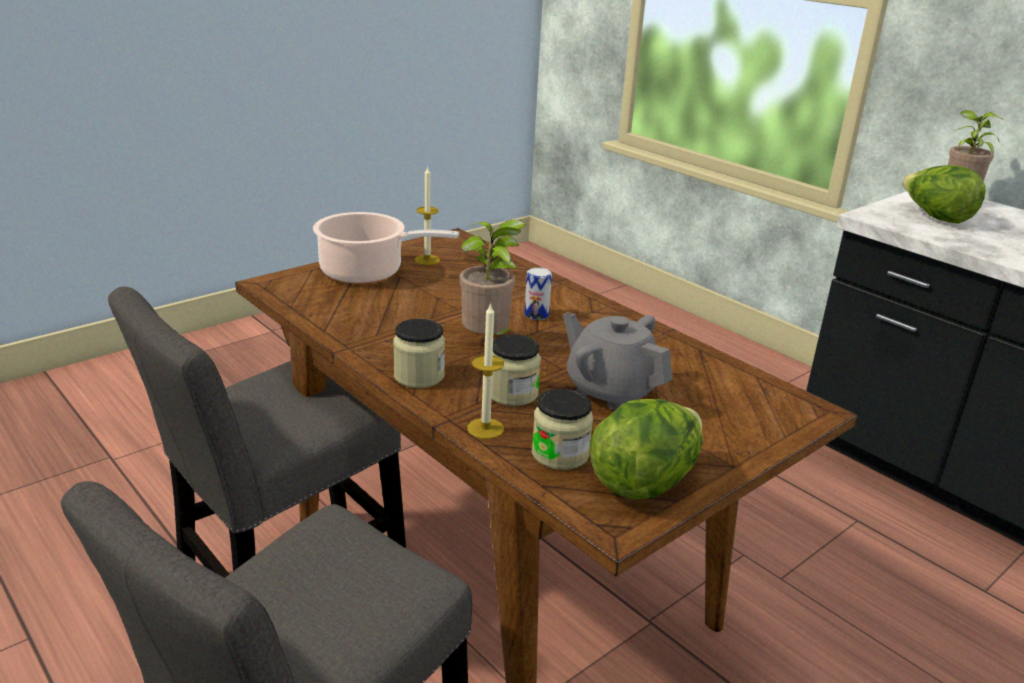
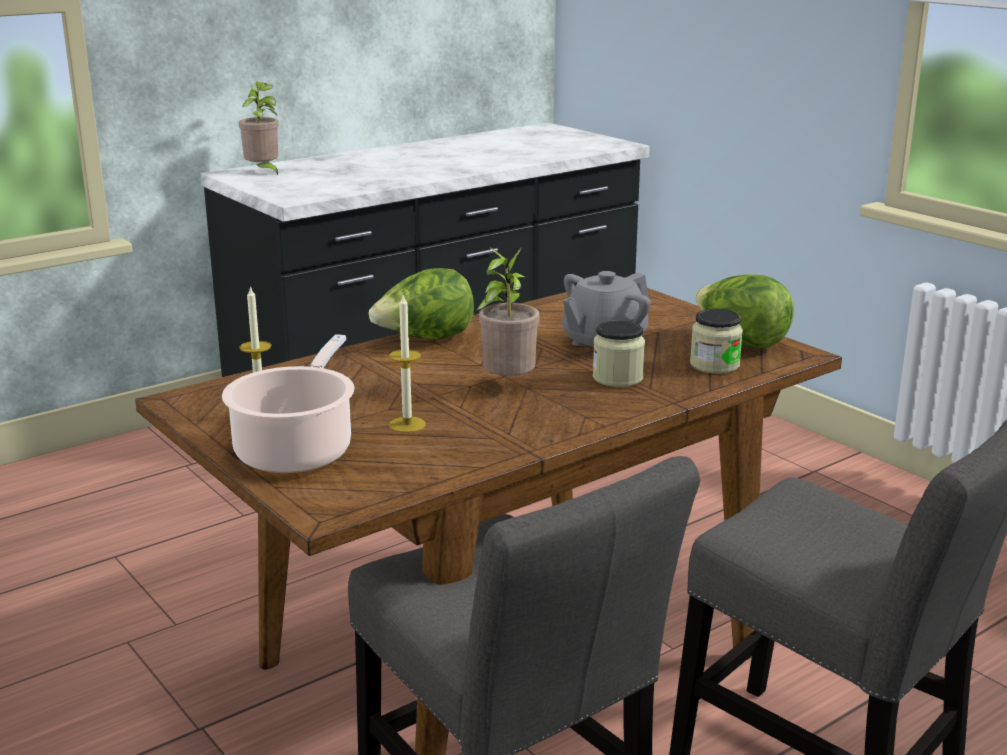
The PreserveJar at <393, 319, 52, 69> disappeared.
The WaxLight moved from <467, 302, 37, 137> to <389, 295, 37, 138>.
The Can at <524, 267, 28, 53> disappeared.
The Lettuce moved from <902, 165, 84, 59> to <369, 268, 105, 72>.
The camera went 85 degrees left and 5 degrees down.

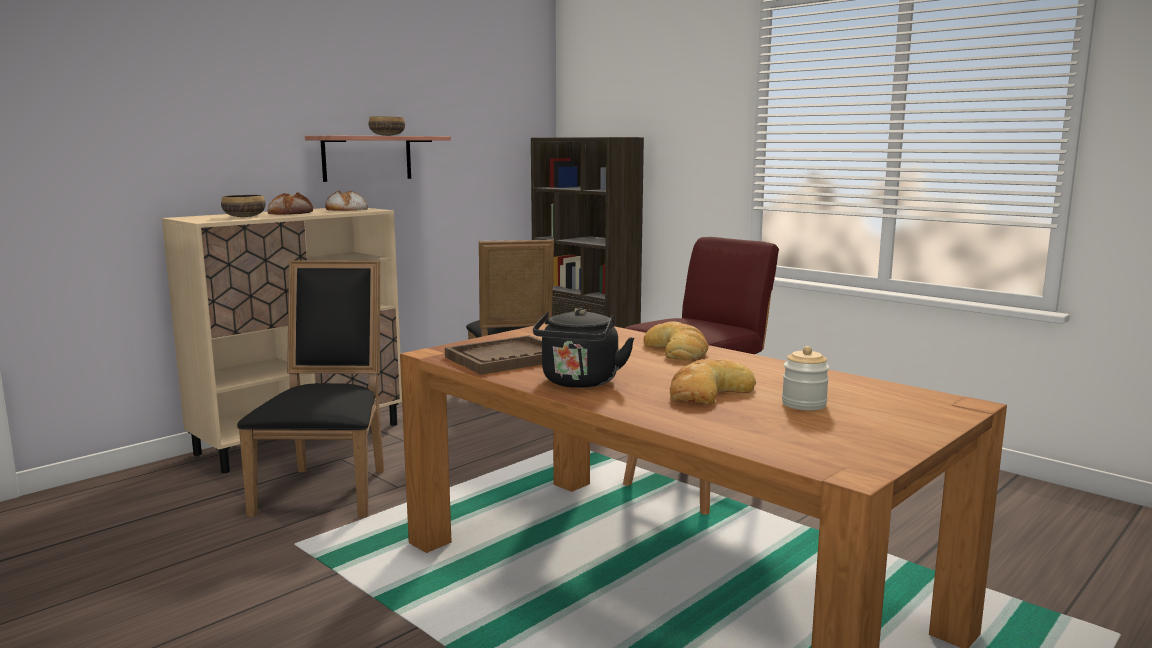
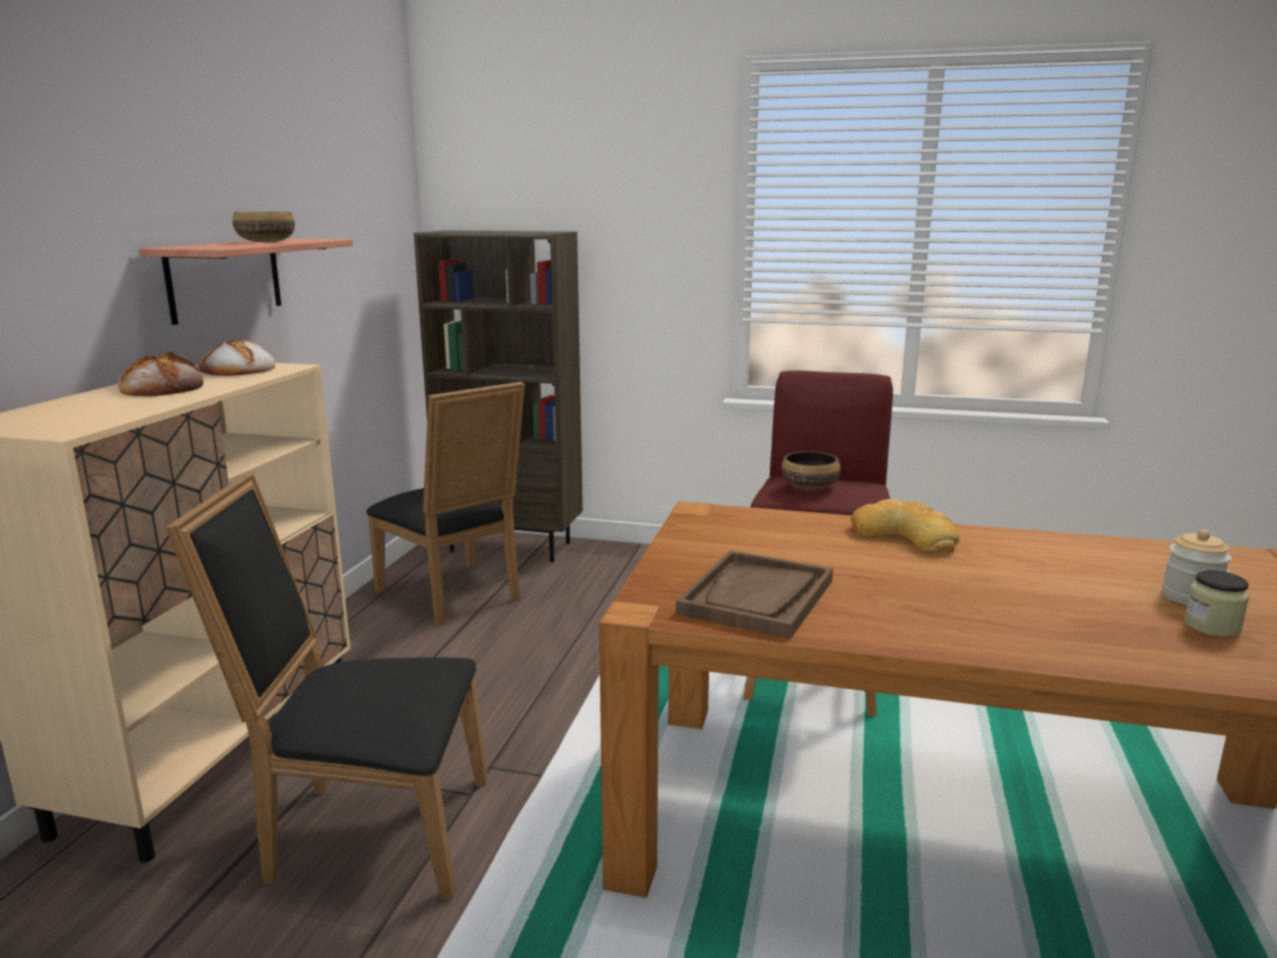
The DeepDish moved from <221, 195, 45, 22> to <782, 451, 58, 38>.
The BlackColouredUprightChair at <237, 260, 147, 258> turned 60 degrees counterclockwise.
The BlackColouredWaterKettle at <533, 308, 101, 80> disappeared.
The BakedBread at <670, 359, 86, 46> disappeared.
The PreserveJar at <1184, 570, 65, 67> appeared.
The camera went 30 degrees left and 5 degrees up.

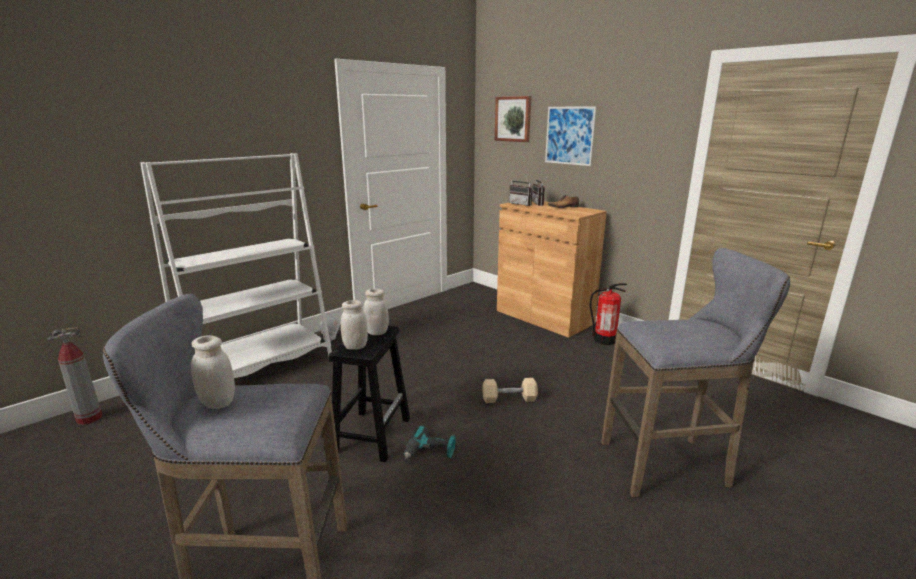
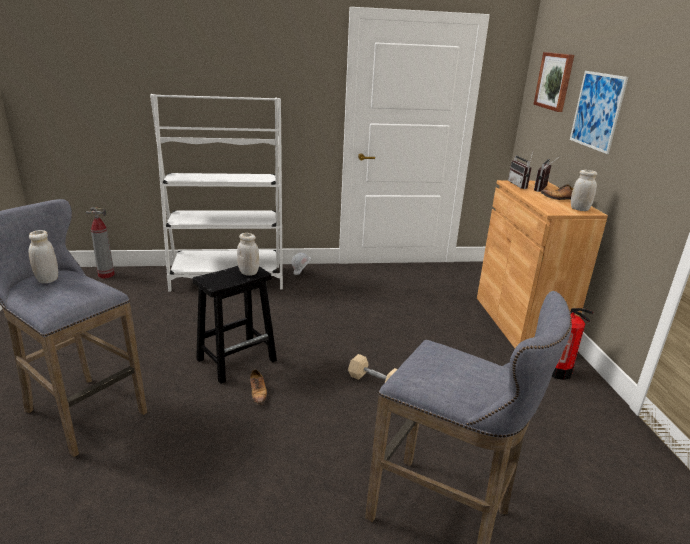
The WhitishPreserveJar moved from <341, 300, 27, 50> to <571, 170, 26, 41>.
The PowerDrill at <404, 425, 52, 34> was replaced by the LowShoe at <250, 369, 17, 36>.
The camera went 35 degrees right and 5 degrees up.

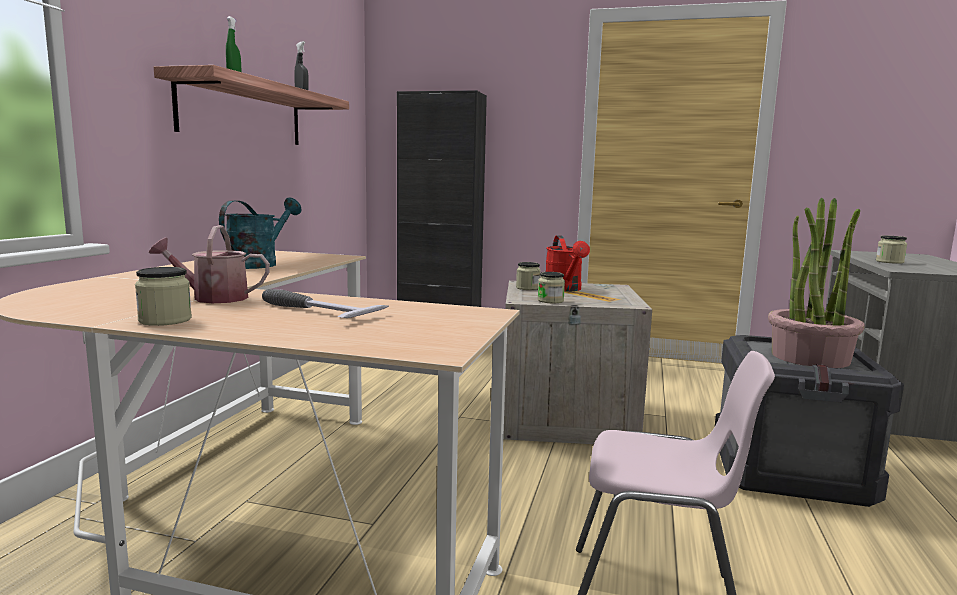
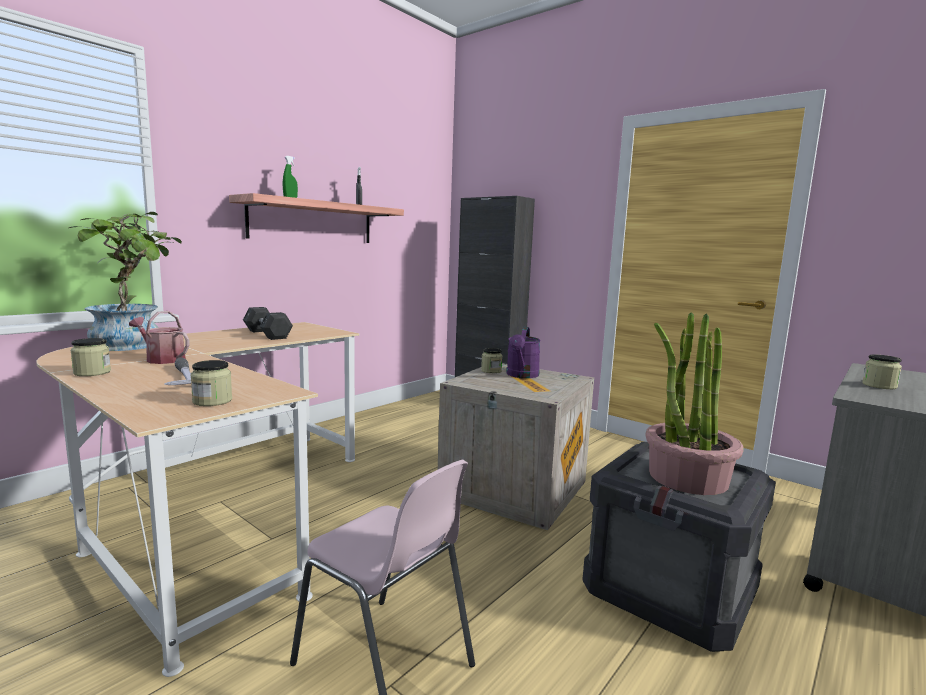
The TurquoiseSprinklingCan at <219, 197, 83, 72> was replaced by the GreyishHandWeight at <243, 307, 50, 33>.
The PreserveJar moved from <538, 272, 27, 31> to <190, 360, 42, 46>.
The RedSprinklingCan at <546, 235, 44, 57> became the PurpleColouredSprinklingCan at <507, 327, 34, 51>.
The PlantInAPot at <69, 212, 113, 139> appeared.
The camera went 25 degrees right and 0 degrees up.

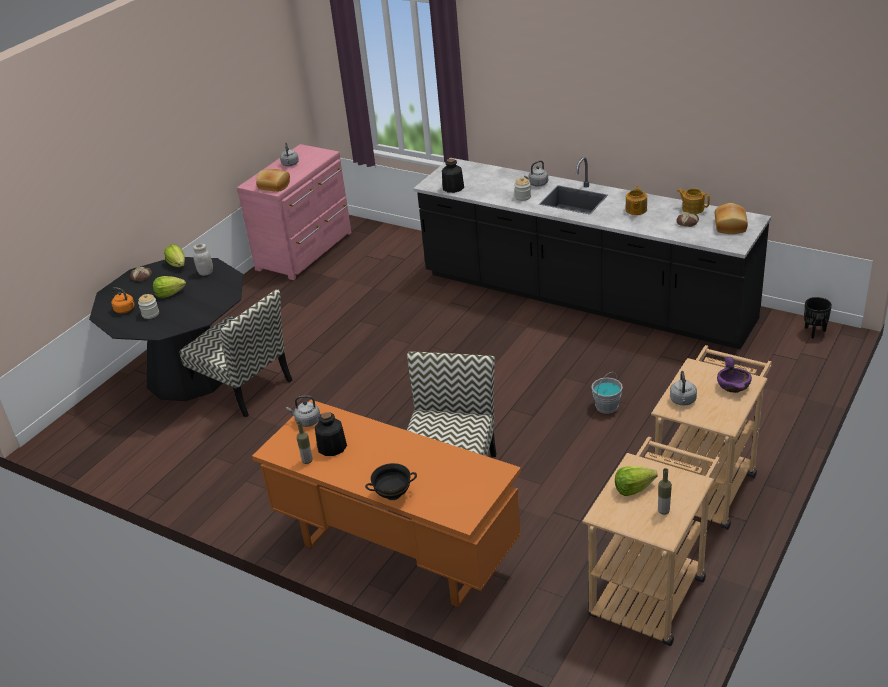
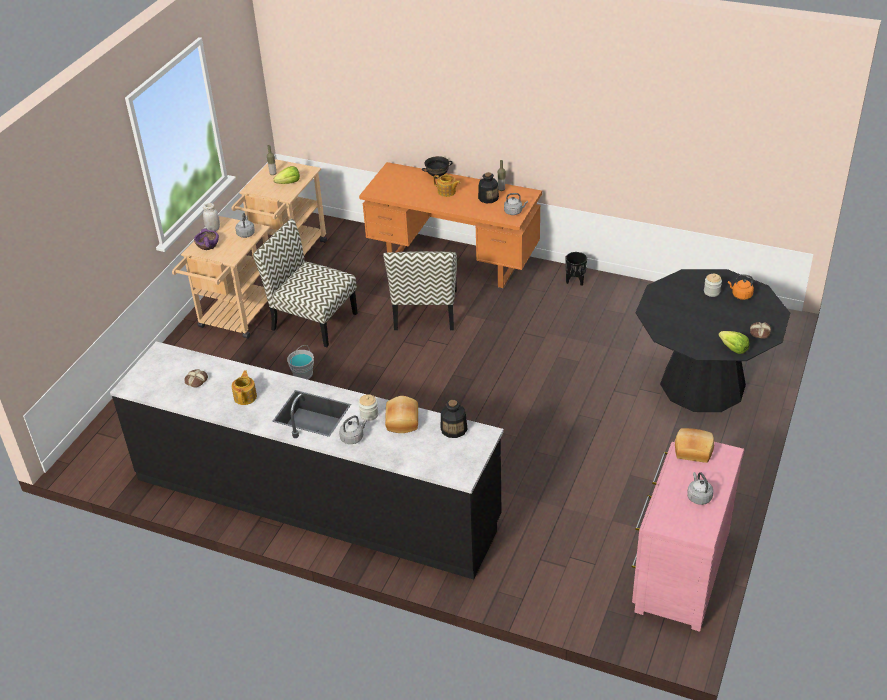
The Lettuce at <153, 276, 33, 22> disappeared.
The UprightChair moved from <180, 289, 113, 128> to <253, 219, 104, 128>.
The WhitishPreserveJar moved from <193, 244, 20, 32> to <203, 203, 17, 28>.
The Teapot moved from <677, 188, 33, 26> to <433, 175, 27, 22>.
The BakedBread moved from <715, 203, 33, 31> to <385, 396, 33, 37>.
The BlackColouredPlantPot moved from <804, 297, 28, 42> to <565, 252, 22, 34>.
The camera went 170 degrees right and 5 degrees up.

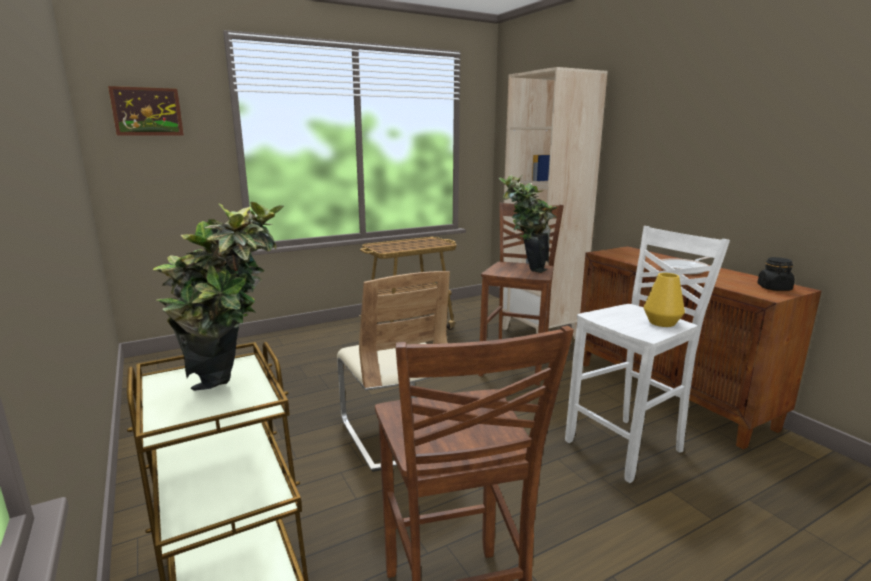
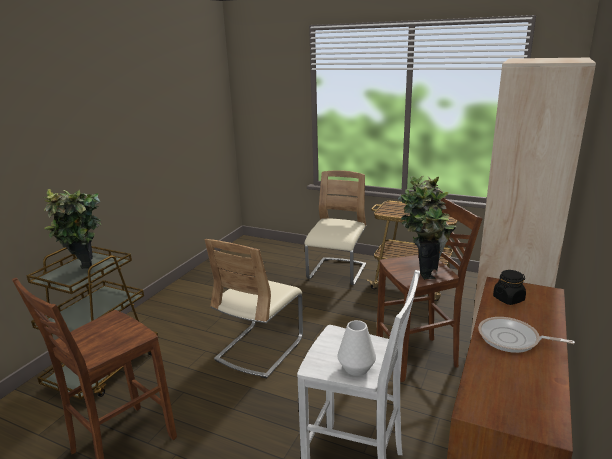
The WallArt at <108, 86, 76, 50> disappeared.
The YellowDecorativeVase at <644, 273, 41, 54> became the WhitishDecorativeVase at <338, 320, 38, 56>.
The BlackColouredPreserveJar moved from <757, 257, 38, 34> to <493, 270, 33, 35>.
The BeigeUprightChair at <305, 170, 61, 115> appeared.
The camera went 55 degrees right and 5 degrees up.

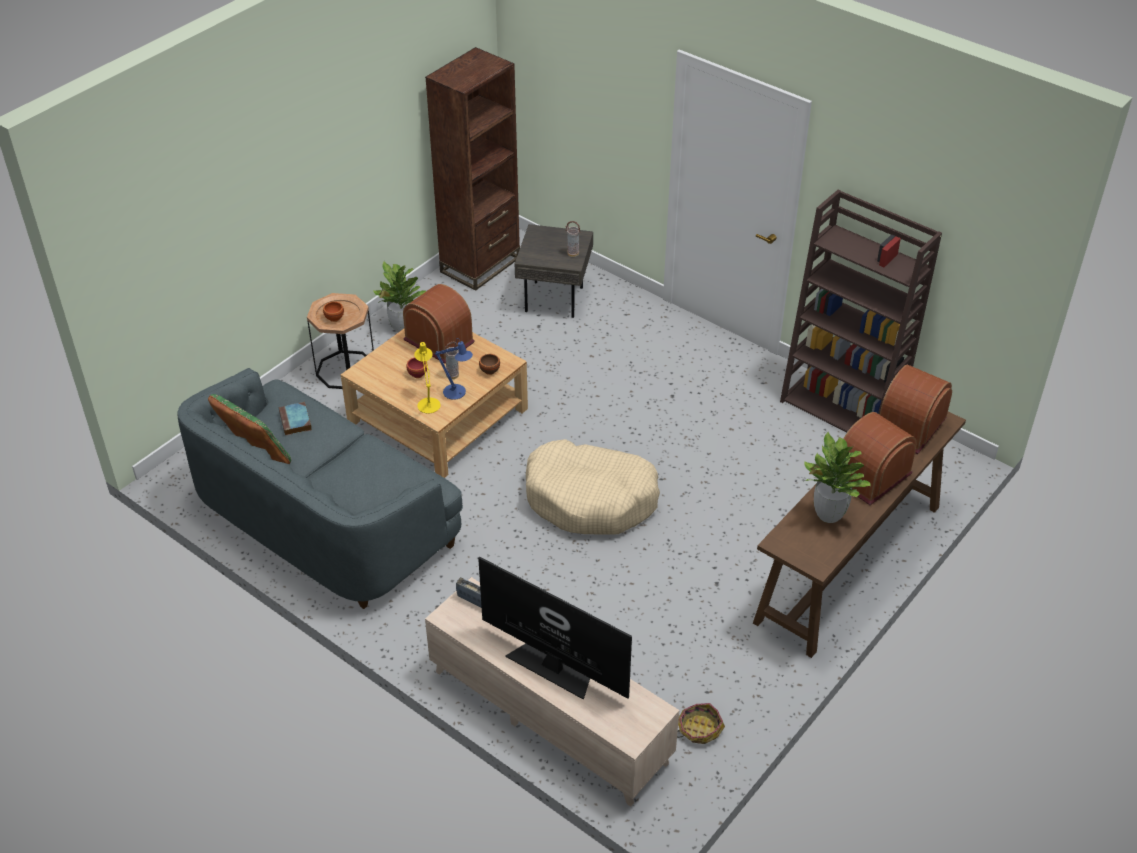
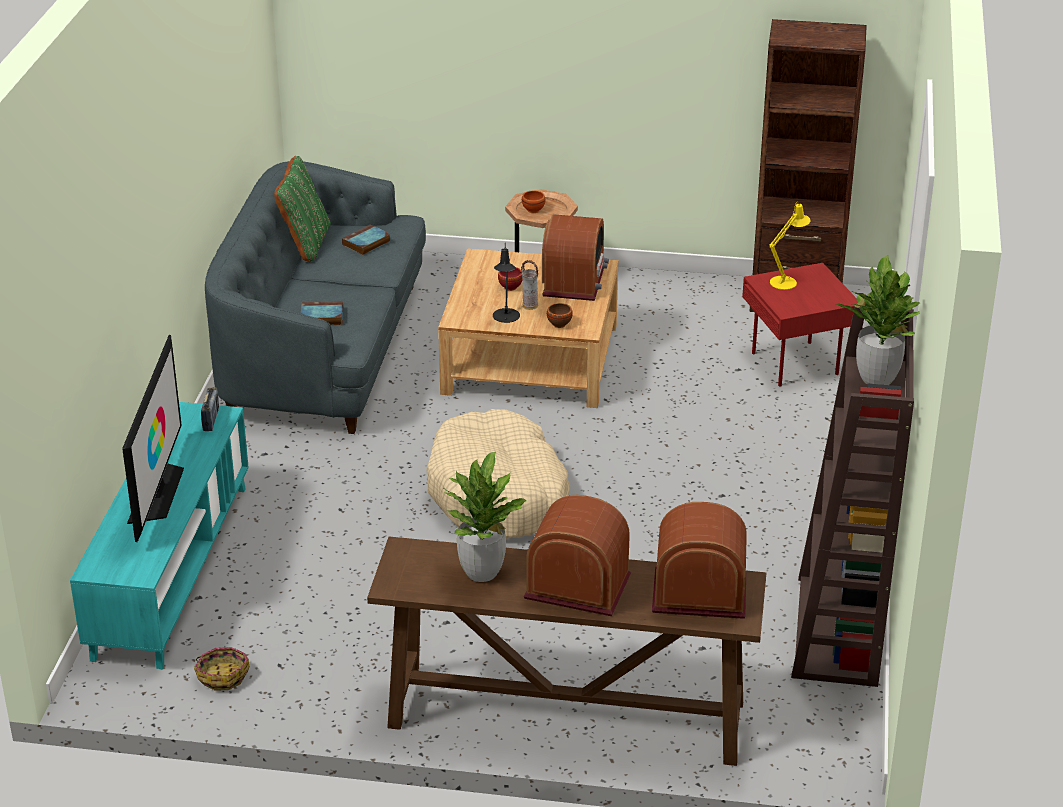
The PlantInAPot moved from <373, 262, 53, 70> to <836, 255, 84, 130>.
The YellowTabletopLamp moved from <414, 342, 27, 72> to <769, 202, 42, 88>.
The BeigeTvStand at <425, 577, 254, 230> became the TurquoiseTvStand at <70, 402, 179, 267>.
The BlueTabletopLamp at <435, 338, 38, 62> became the BlackColouredTabletopLamp at <493, 245, 27, 78>.
The GreyishSideTable at <515, 224, 78, 94> became the RedSideTable at <742, 263, 116, 123>.
The DecorativeVase at <565, 221, 15, 36> disappeared.
The Volume at <301, 301, 42, 24> appeared.
The camera went 60 degrees right and 10 degrees down.

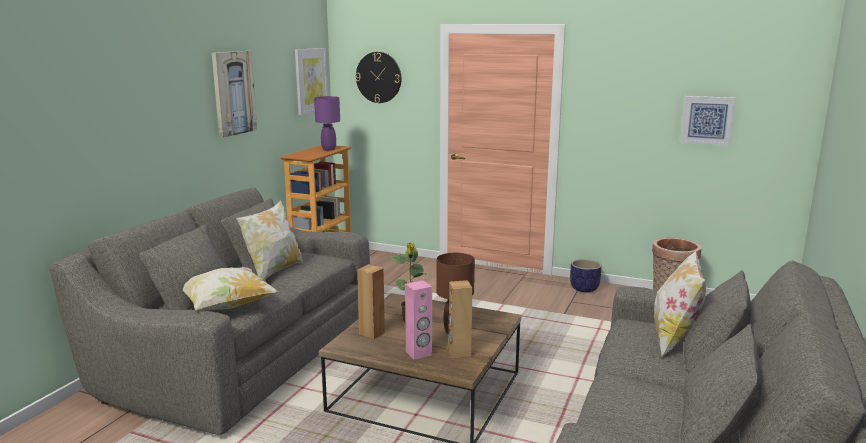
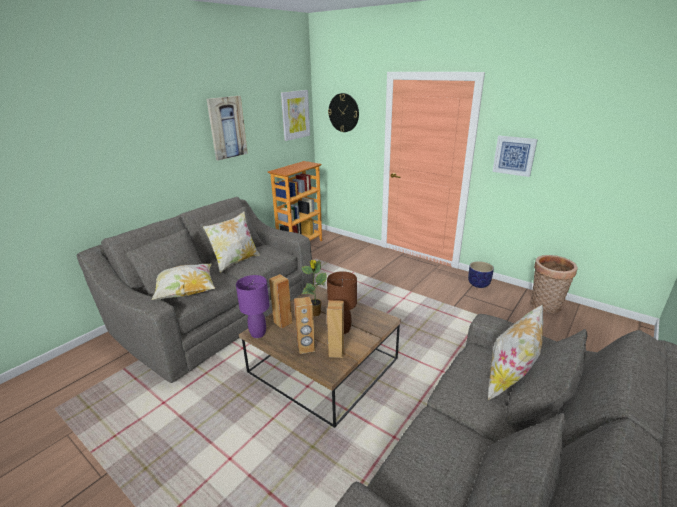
The PurpleColouredTabletopLamp moved from <314, 96, 26, 55> to <236, 275, 34, 63>.
The PinkColouredAudioSpeaker at <405, 280, 27, 80> became the BrownColouredAudioSpeaker at <294, 297, 21, 57>.
The WallArt moved from <680, 96, 56, 50> to <492, 136, 46, 41>.
The camera went 15 degrees right and 10 degrees up.

